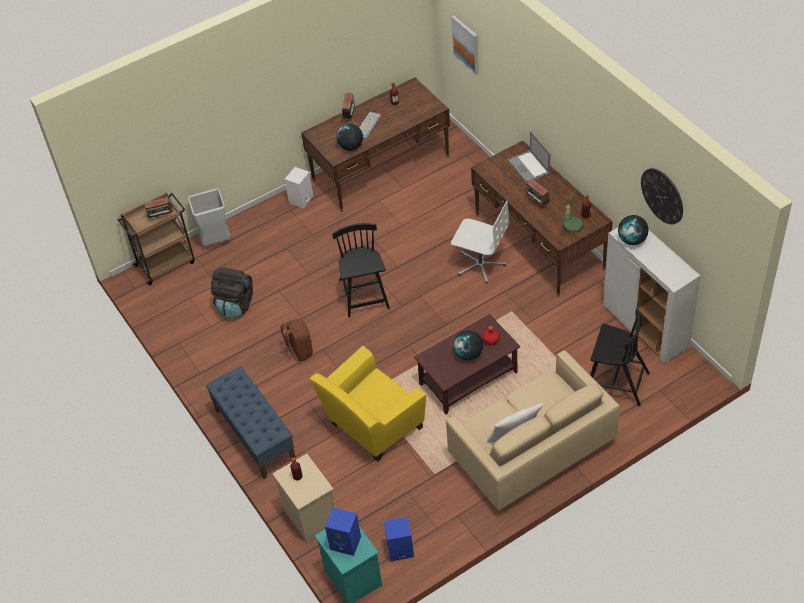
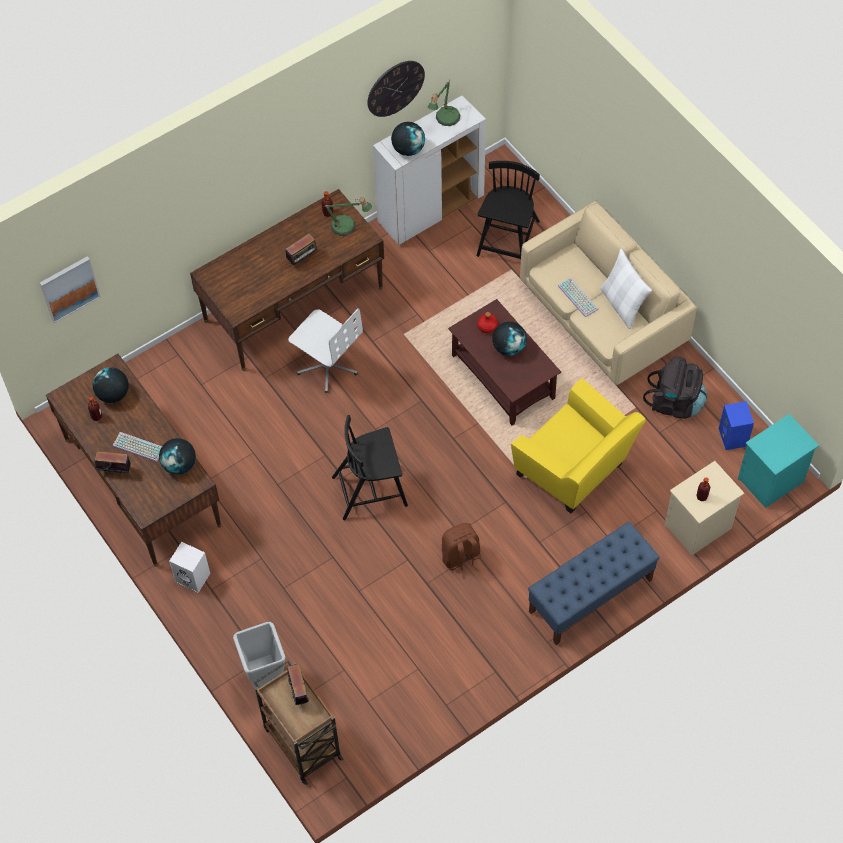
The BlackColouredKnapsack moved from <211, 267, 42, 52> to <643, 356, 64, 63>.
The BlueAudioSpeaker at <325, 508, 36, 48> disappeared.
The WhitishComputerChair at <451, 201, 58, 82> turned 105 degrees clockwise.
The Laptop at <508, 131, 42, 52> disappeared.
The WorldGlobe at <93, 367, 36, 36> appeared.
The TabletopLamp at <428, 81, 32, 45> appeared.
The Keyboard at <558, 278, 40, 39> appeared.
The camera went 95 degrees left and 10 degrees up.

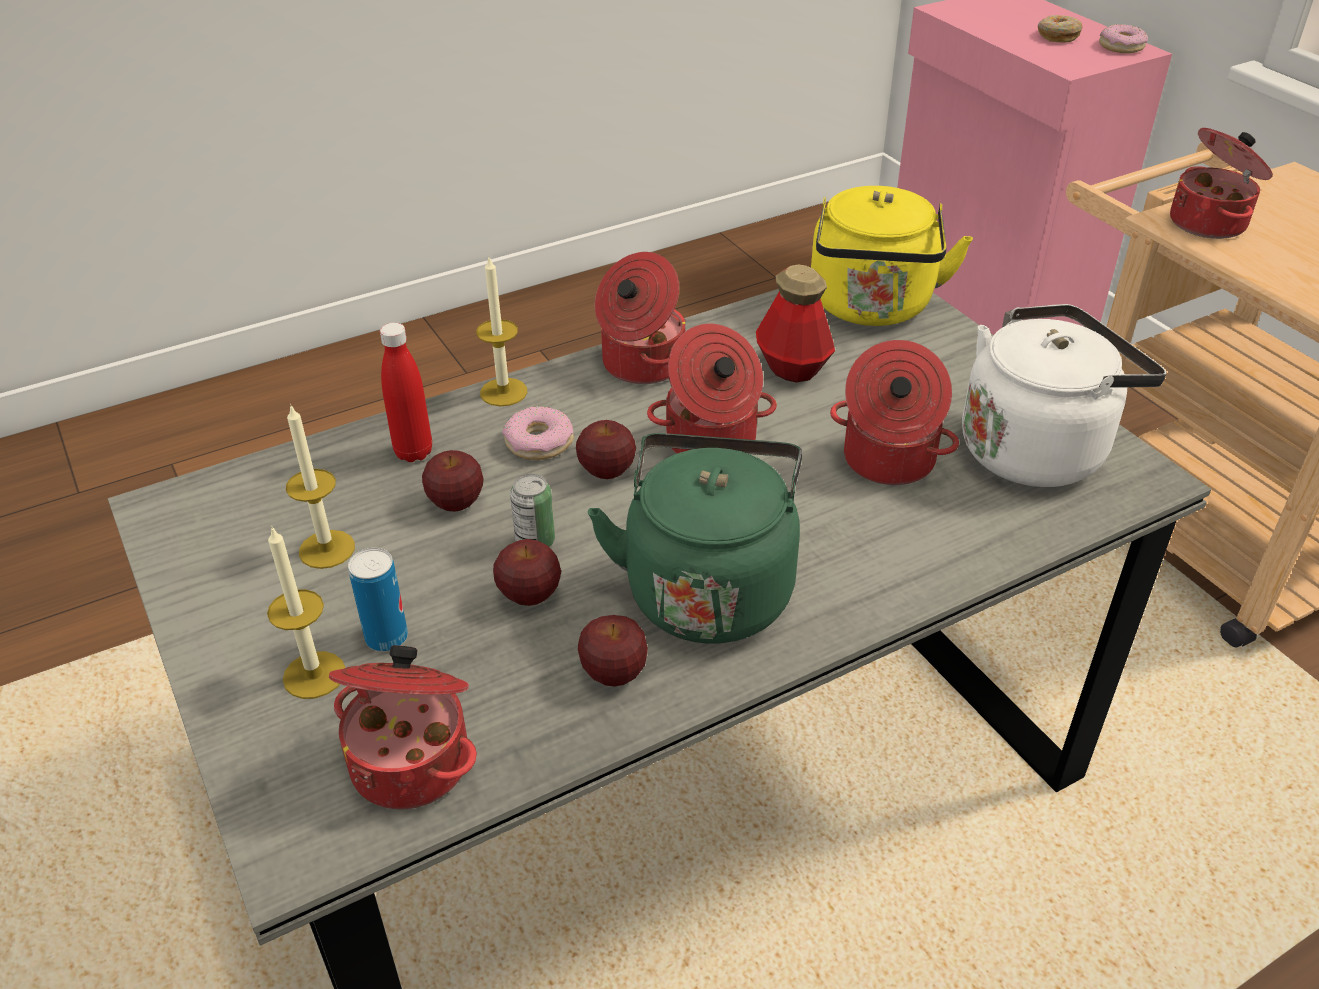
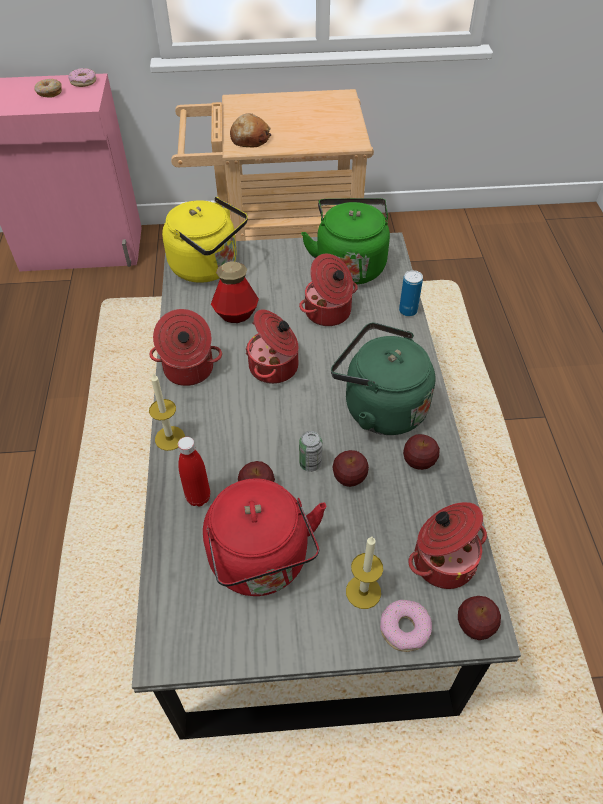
The WaxLight at <286, 404, 69, 165> was replaced by the RedWaterKettle at <203, 478, 123, 118>.
The Can moved from <348, 548, 60, 104> to <399, 270, 24, 46>.
The RingDoughnut moved from <502, 406, 72, 54> to <380, 600, 52, 52>.
The Apple moved from <576, 420, 60, 59> to <458, 596, 43, 44>.
The WhitishWaterKettle at <962, 304, 205, 183> became the GreenishWaterKettle at <301, 198, 89, 86>.
The Saucepot at <1170, 128, 103, 111> was replaced by the BakedBread at <230, 113, 41, 34>.
The camera went 65 degrees left and 10 degrees up.

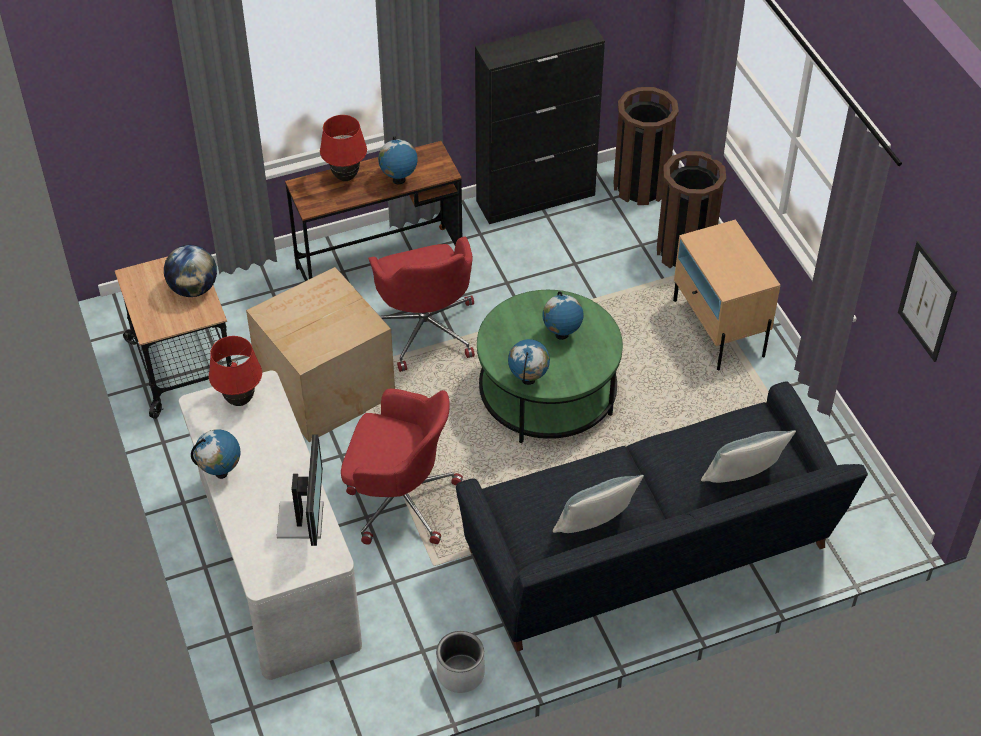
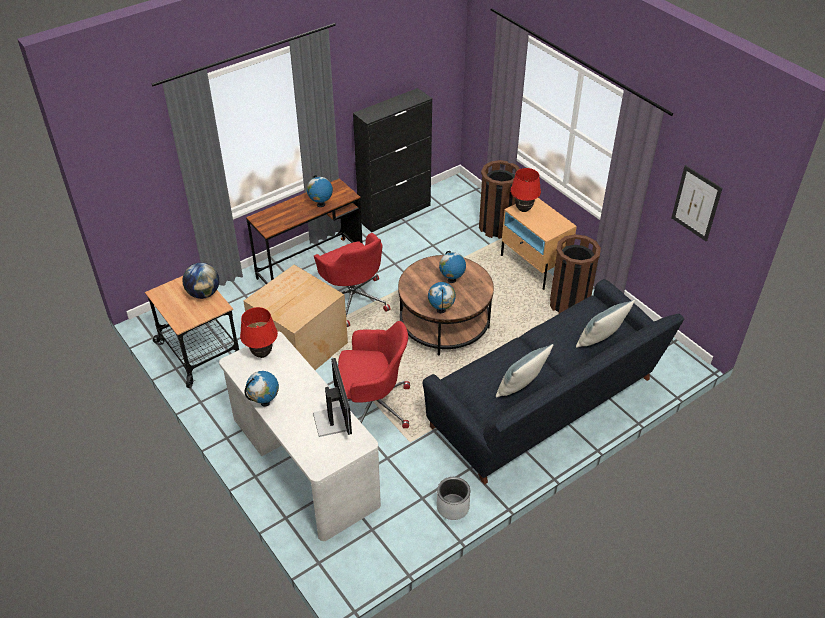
The RedTabletopLamp moved from <320, 115, 47, 66> to <510, 168, 31, 44>.
The GreenishLowTable at <477, 290, 146, 153> became the BrownColouredLowTable at <398, 255, 96, 101>.
The BrownColouredTrashCan moved from <613, 87, 66, 118> to <550, 234, 51, 80>.
The camera went 15 degrees left and 5 degrees down.

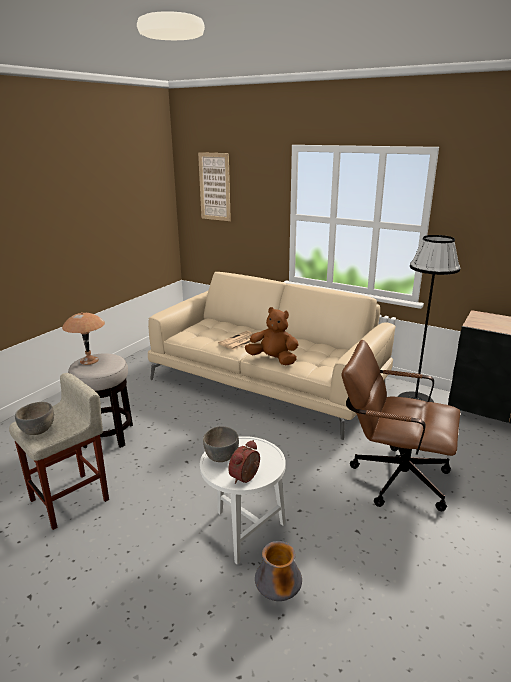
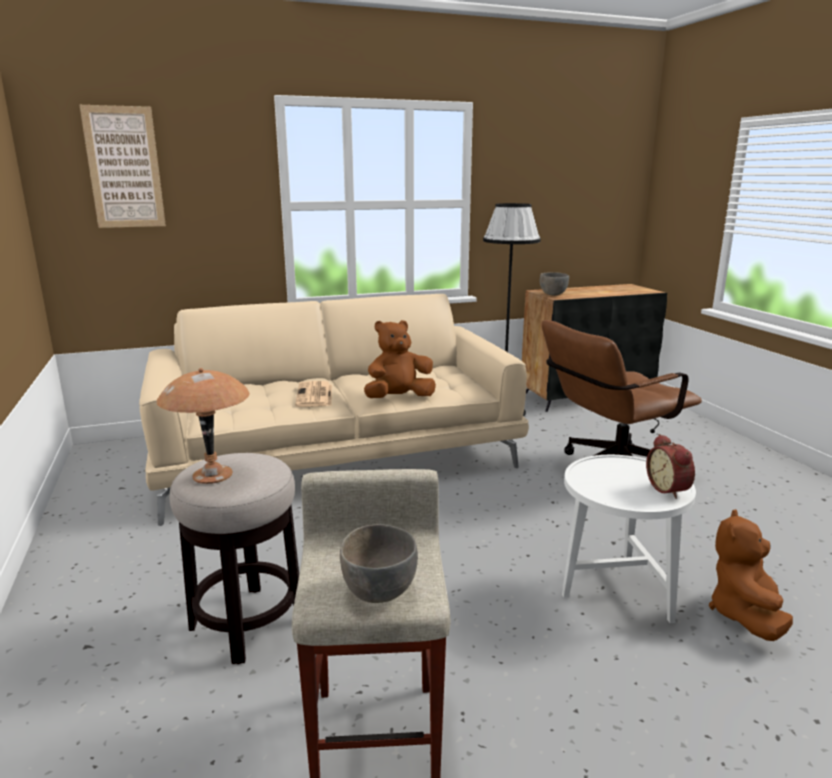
The GreyishDeepDish moved from <203, 426, 36, 36> to <540, 272, 29, 24>.
The DecorativeVase at <255, 541, 47, 60> was replaced by the BrownColouredSoftToy at <709, 509, 84, 132>.
The camera went 50 degrees left and 5 degrees down.

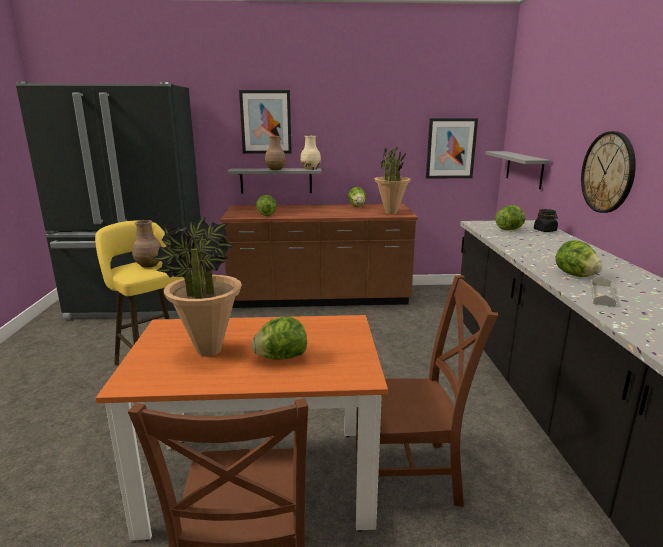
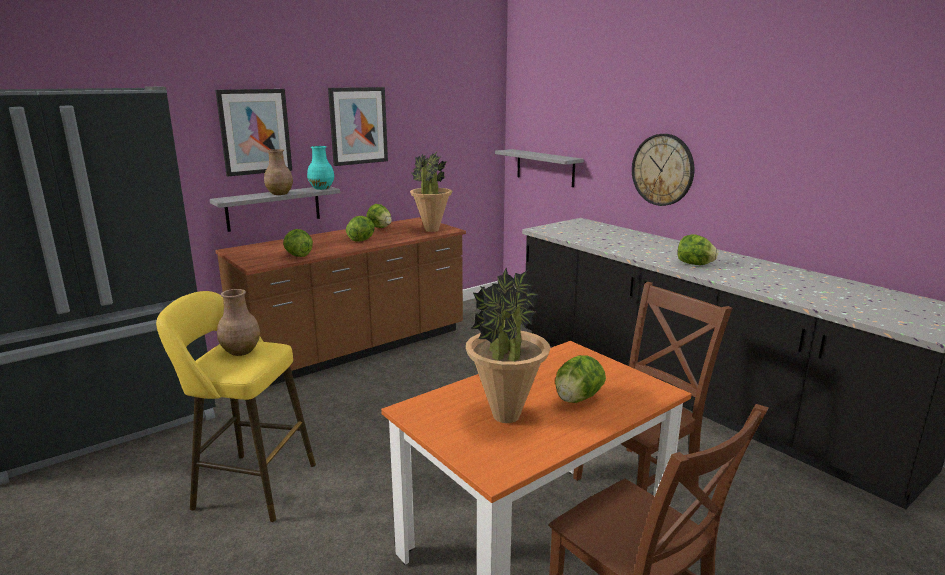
The BeigeDecorativeVase at <300, 136, 21, 34> became the TurquoiseDecorativeVase at <307, 146, 27, 44>.
The WallArt moved from <426, 118, 52, 61> to <328, 87, 60, 79>.
The Lettuce moved from <495, 205, 31, 25> to <346, 216, 29, 26>.
The BlackColouredPreserveJar at <534, 209, 24, 23> disappeared.
The GreyishTray at <590, 276, 27, 31> disappeared.
The camera went 35 degrees left and 0 degrees up.

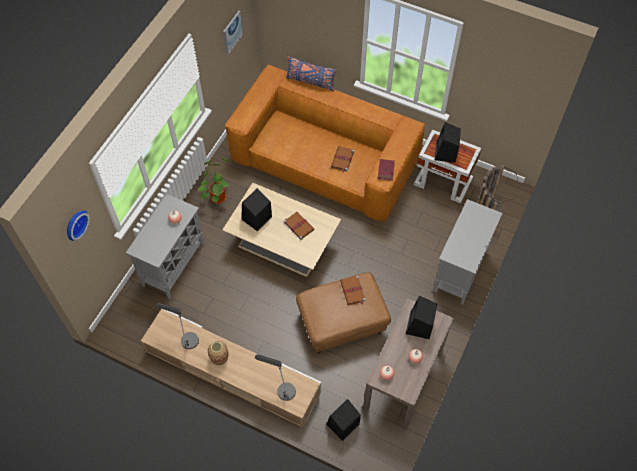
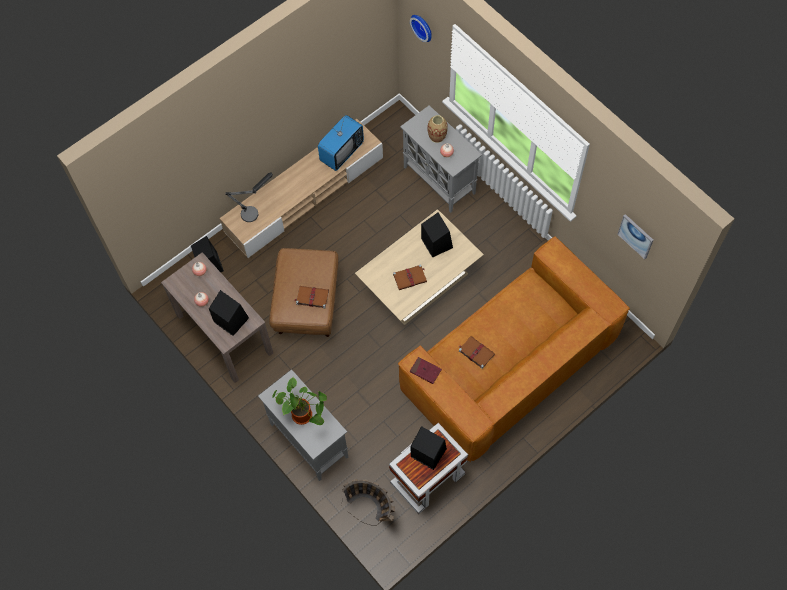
The TabletopLamp at <156, 302, 43, 47> was replaced by the Television at <318, 115, 46, 56>.
The PlantInAPot moved from <197, 157, 33, 47> to <272, 377, 55, 48>.
The DecorativeVase moved from <208, 341, 21, 24> to <427, 115, 21, 28>.
The BluePillow at <286, 56, 51, 36> disappeared.
The camera went 115 degrees right and 5 degrees up.

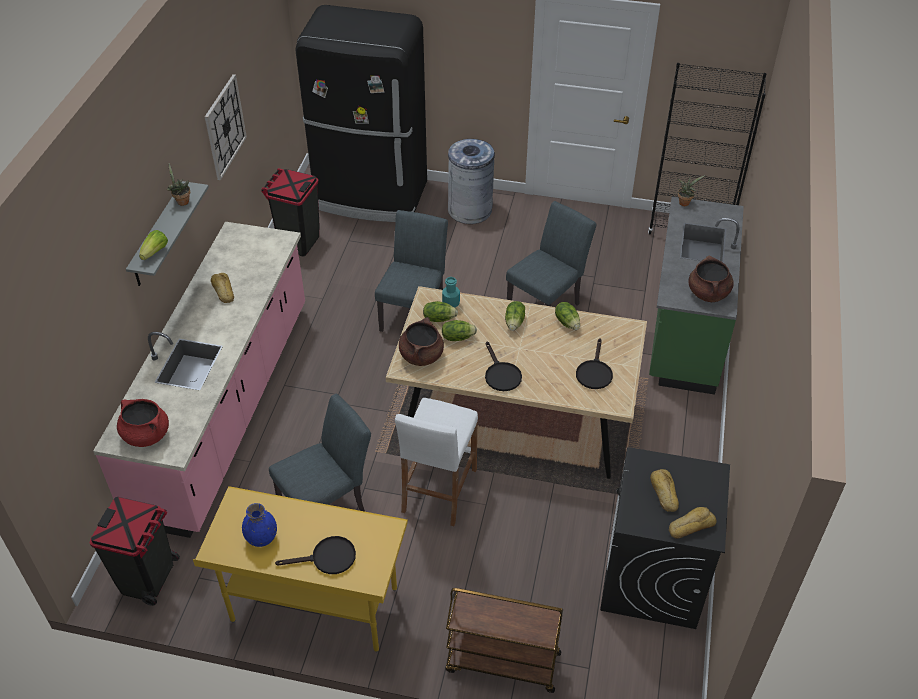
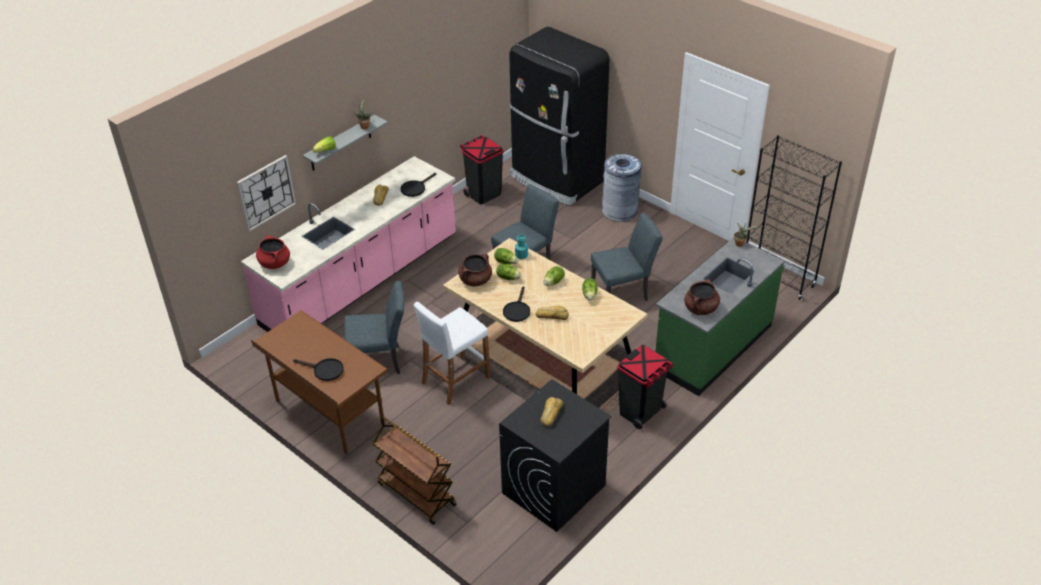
The BlackColouredTrashCan moved from <90, 497, 90, 109> to <617, 345, 56, 84>.
The YellowDeskUnit at <193, 486, 215, 166> became the BrownColouredDeskUnit at <251, 310, 137, 145>.
The ClockOnTheWall moved from <205, 74, 42, 106> to <237, 155, 59, 77>.
The BlueDecorativeVase at <242, 503, 35, 44> disappeared.
The BlackColouredSkillet moved from <576, 339, 37, 50> to <401, 173, 35, 24>.
The BakedBread moved from <669, 507, 48, 32> to <536, 306, 33, 14>.
The camera went 30 degrees right and 5 degrees down.

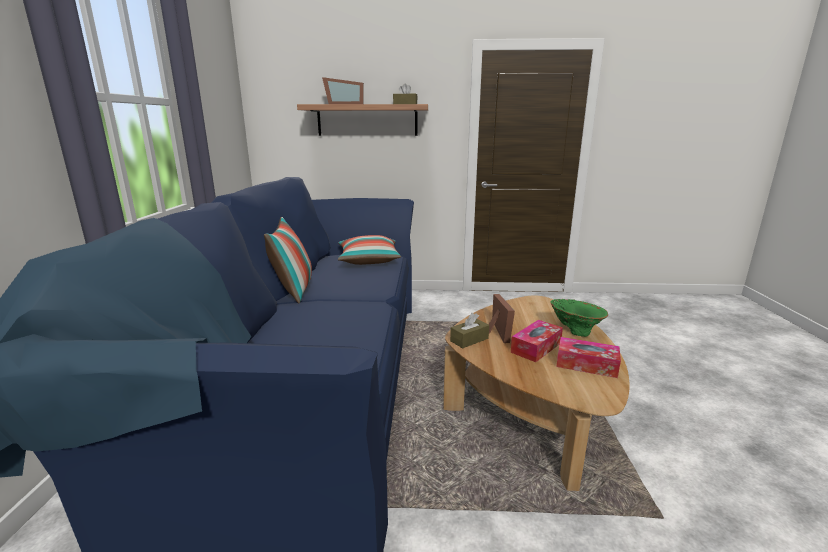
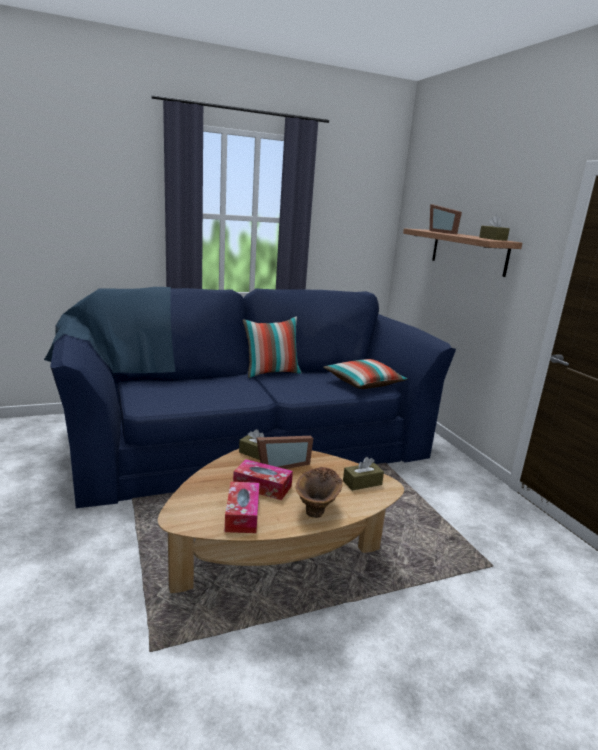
The GreenishDecorativeVase at <550, 299, 58, 38> became the BrownColouredDecorativeVase at <296, 467, 47, 51>.
The BrownColouredTissueBox at <343, 457, 41, 34> appeared.
The camera went 65 degrees right and 0 degrees up.

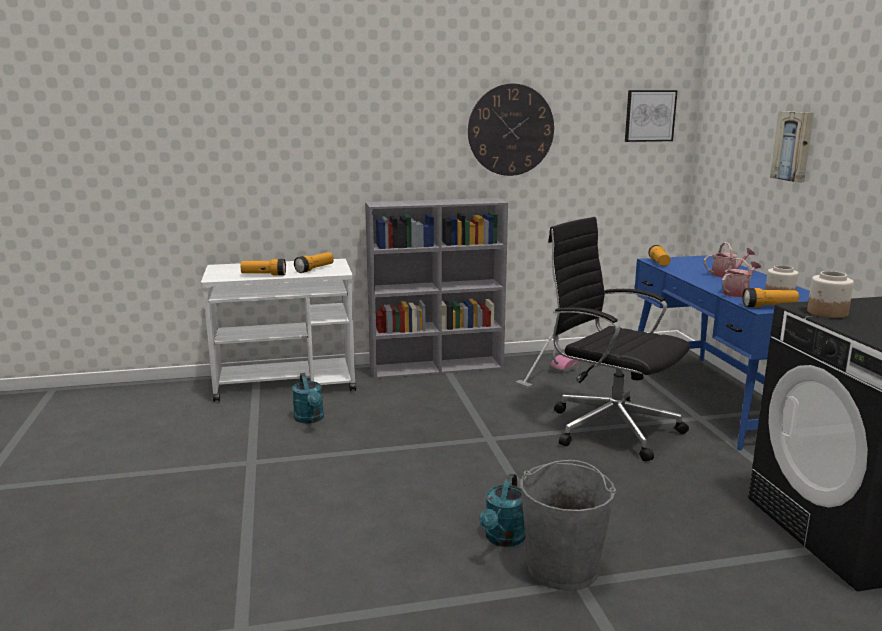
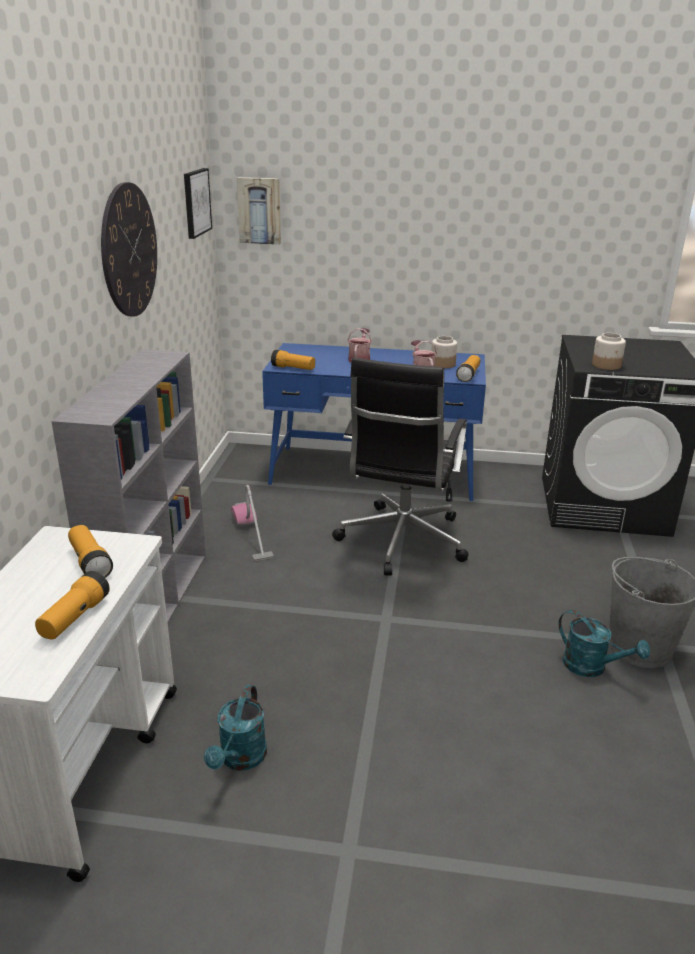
The TurquoiseSprinklingCan at <292, 373, 32, 50> turned 105 degrees clockwise.
The BlackColouredComputerChair at <548, 217, 142, 245> turned 45 degrees counterclockwise.
The WallArt moved from <770, 111, 44, 72> to <237, 177, 44, 68>.
The camera went 70 degrees left and 10 degrees up.

